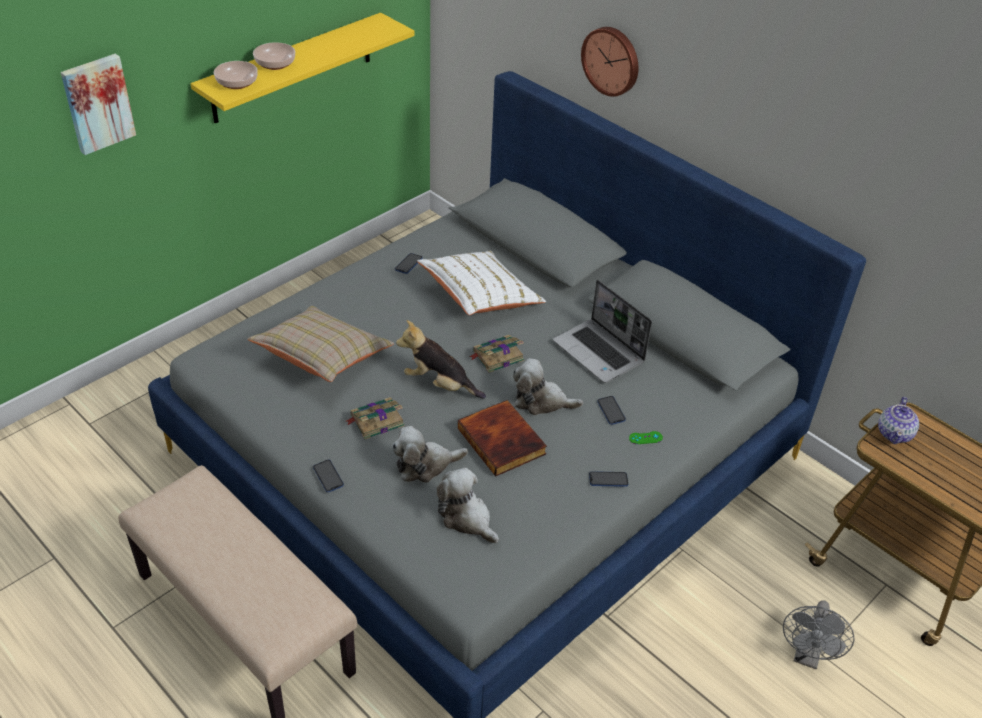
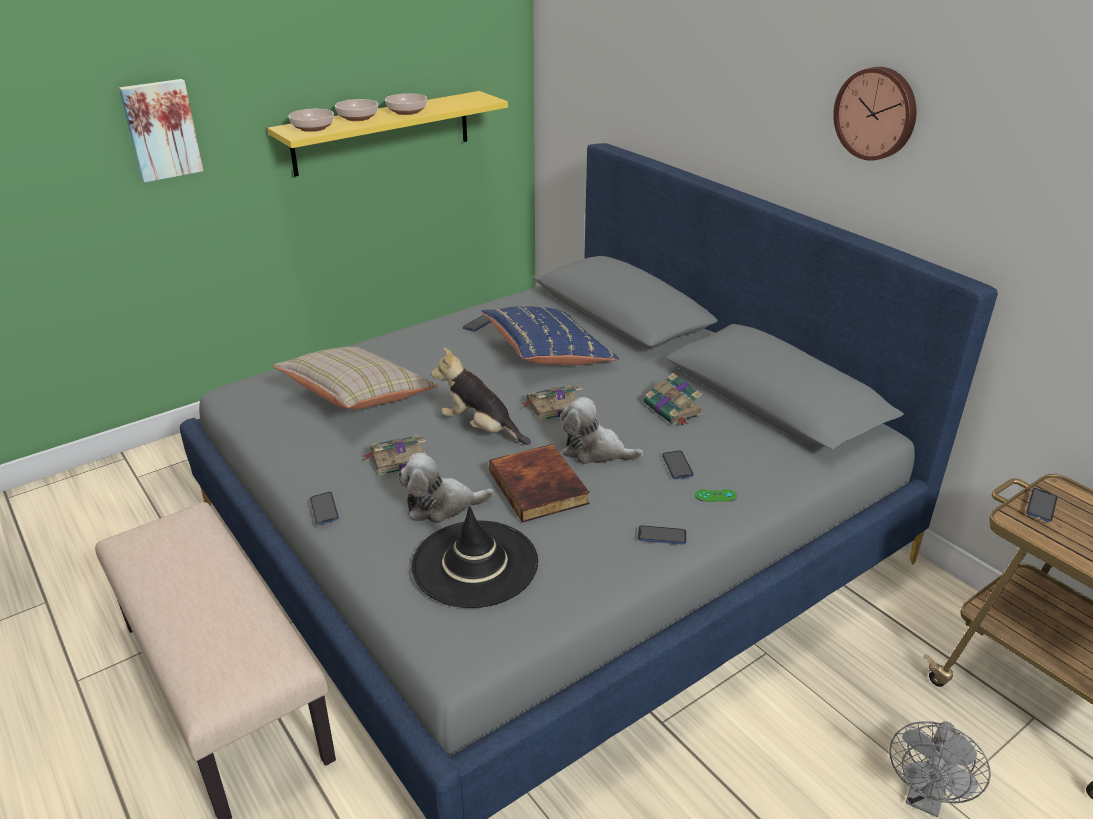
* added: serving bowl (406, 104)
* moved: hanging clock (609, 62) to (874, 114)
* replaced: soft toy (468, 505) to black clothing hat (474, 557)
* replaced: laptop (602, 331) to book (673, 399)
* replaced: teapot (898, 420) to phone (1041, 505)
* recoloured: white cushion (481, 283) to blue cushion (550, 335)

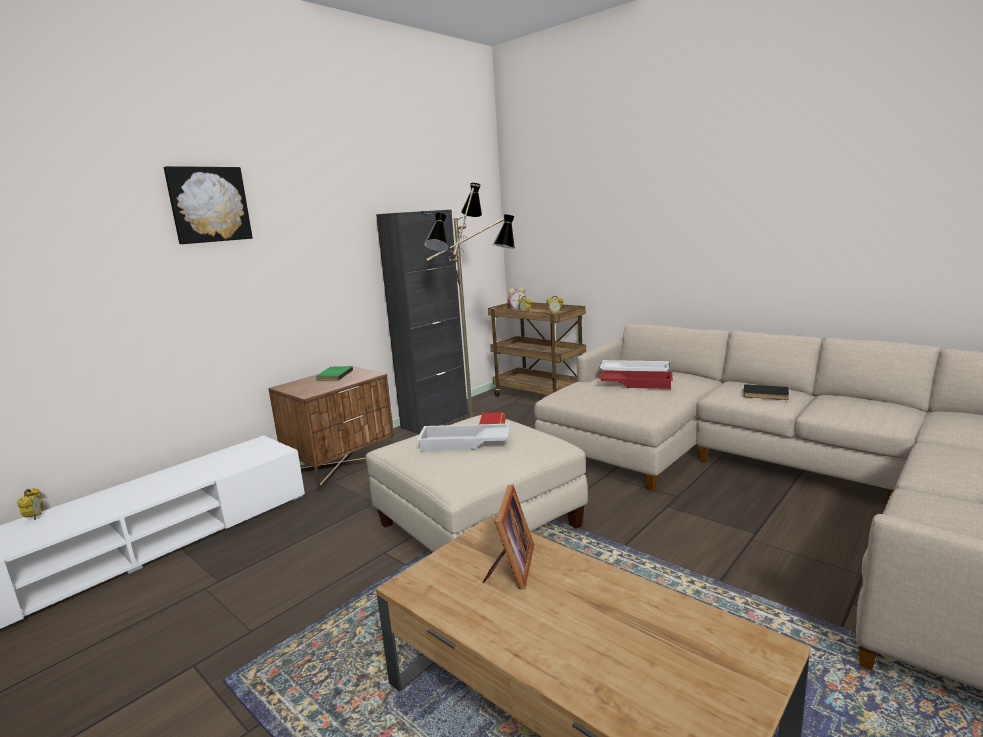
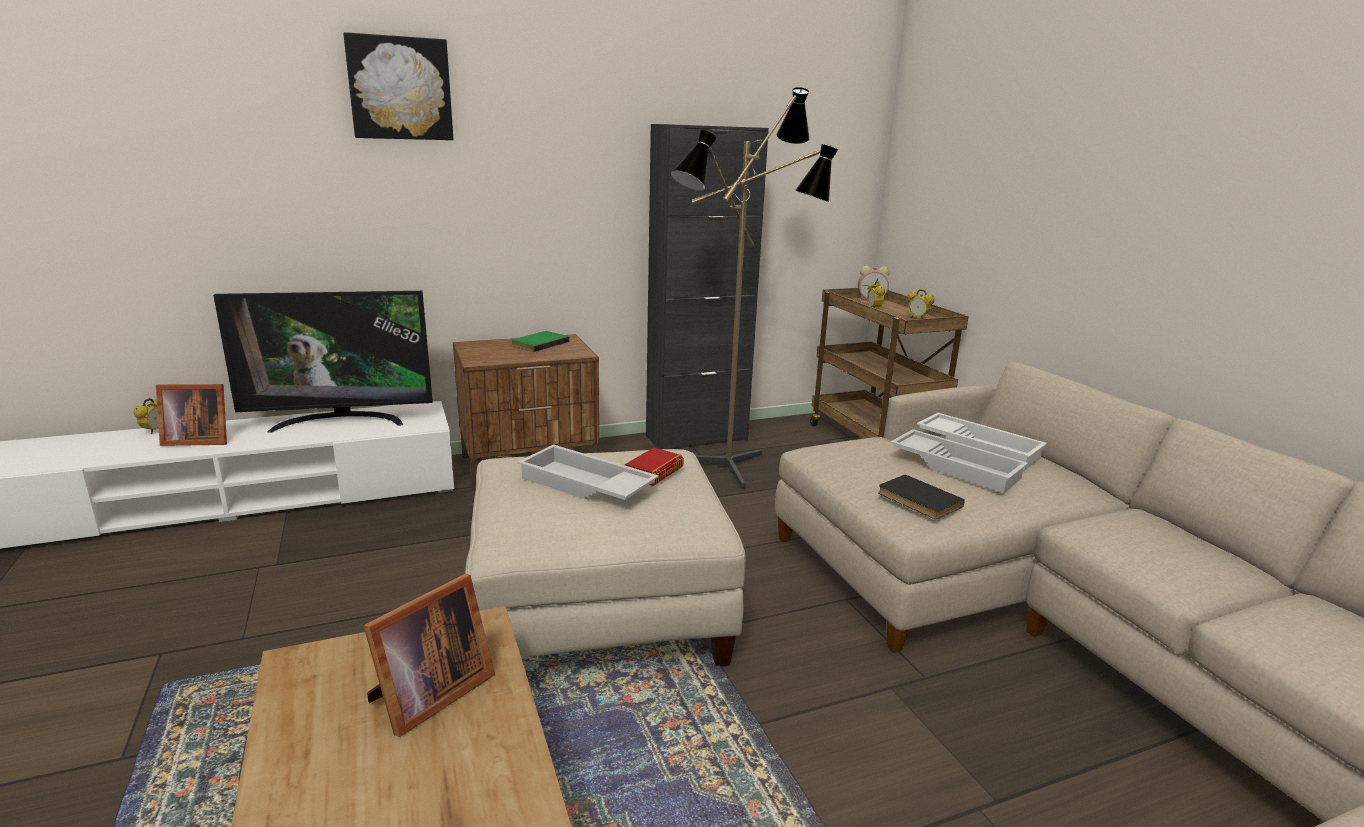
* added: standing frame (191, 415)
* added: television (323, 362)
* moved: black book (766, 392) to (921, 497)
* recoloured: red tray (636, 379) to white tray (959, 461)

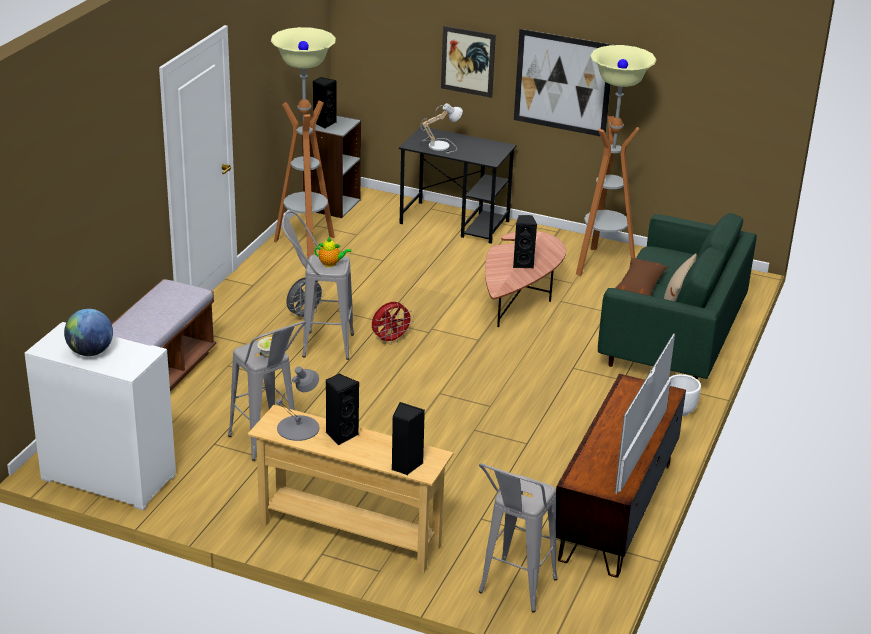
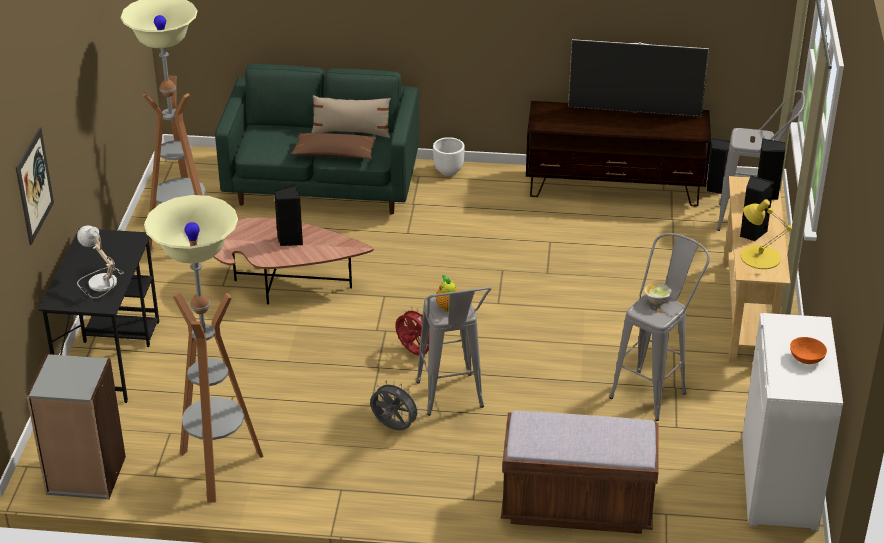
* removed: picture (563, 83)
* moved: black loudspeaker (325, 103) to (718, 166)
* replaced: globe (88, 332) to orange-coloured serving bowl (808, 350)
* recoloured: grey lamp for a table (297, 403) to yellow lamp for a table (766, 234)

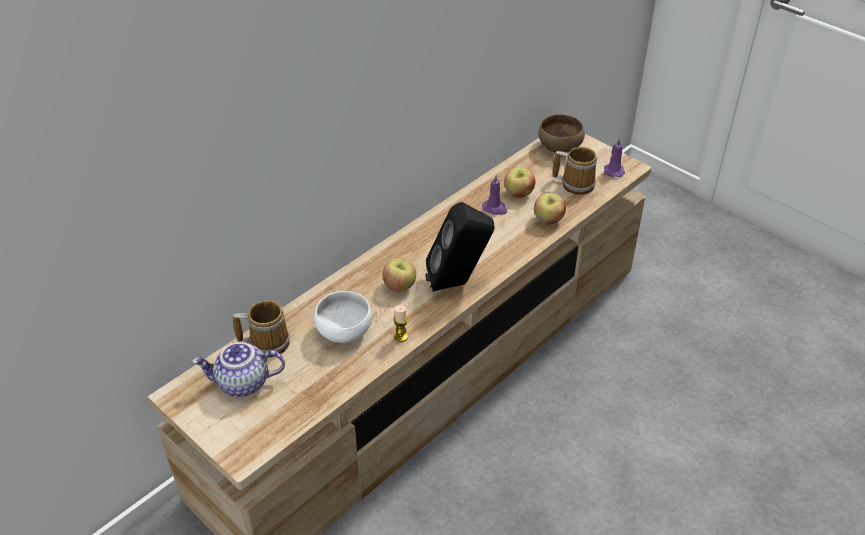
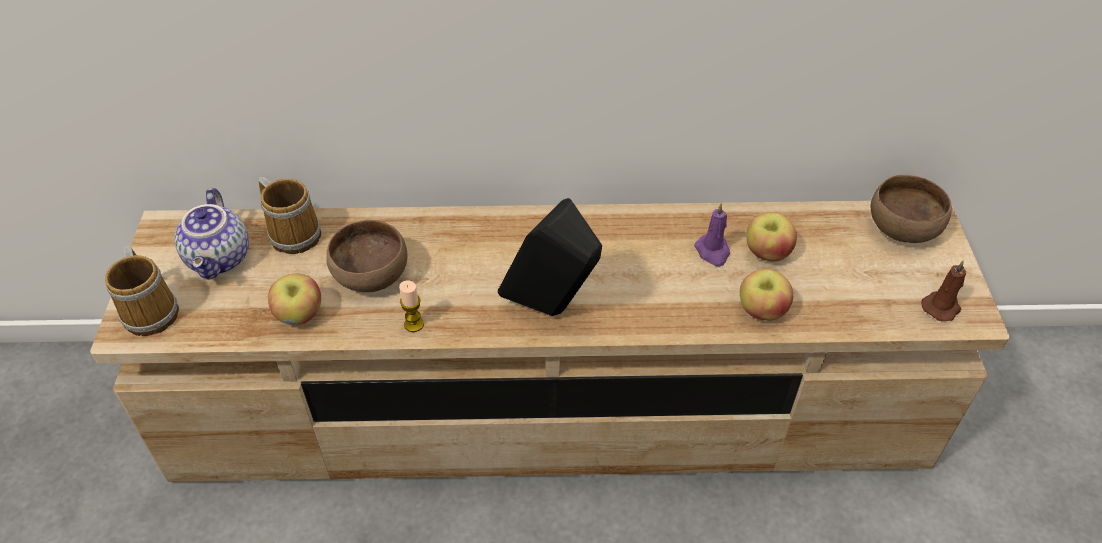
* moved: whole apple (399, 275) to (294, 299)
* moved: mug (575, 171) to (142, 291)
* recoloured: white serving bowl (343, 317) to brownish serving bowl (367, 256)
* recoloured: purplish candle (614, 157) to brownish candle (943, 290)
* turned: teapot (238, 369) = (212, 234) 135 degrees counterclockwise

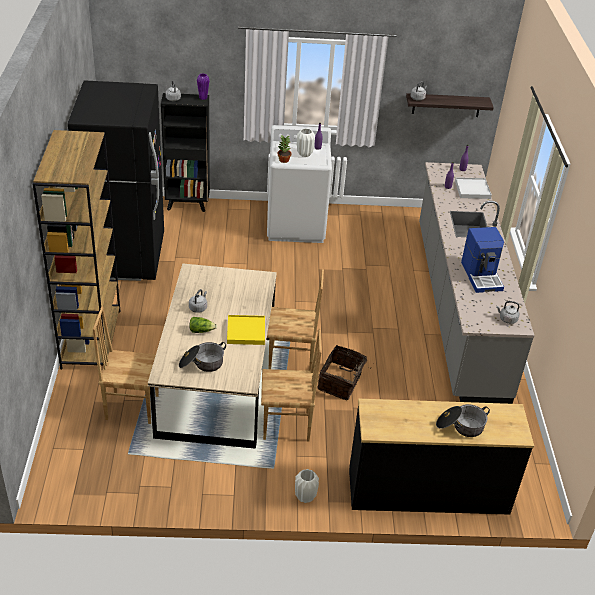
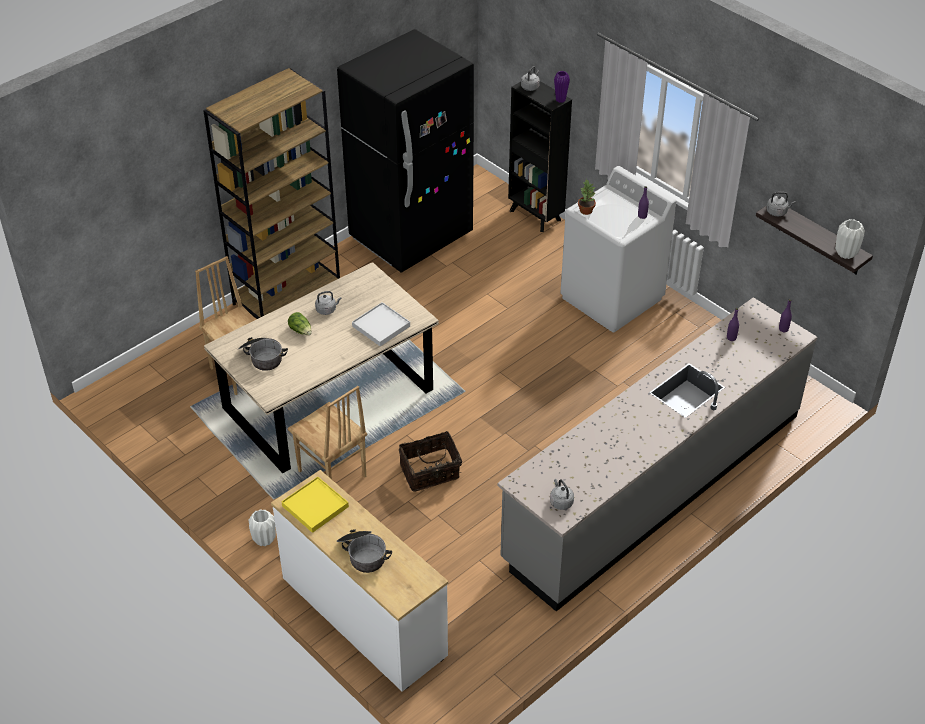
* removed: brownish upright chair (295, 320)
* removed: coffee brewer (482, 260)
* moved: yellow tray (246, 330) to (315, 505)
* moved: white decorative vase (306, 142) to (850, 239)
* moved: white tray (473, 188) to (381, 324)
* recoloured: black chest of drawers (441, 457) to white chest of drawers (359, 581)

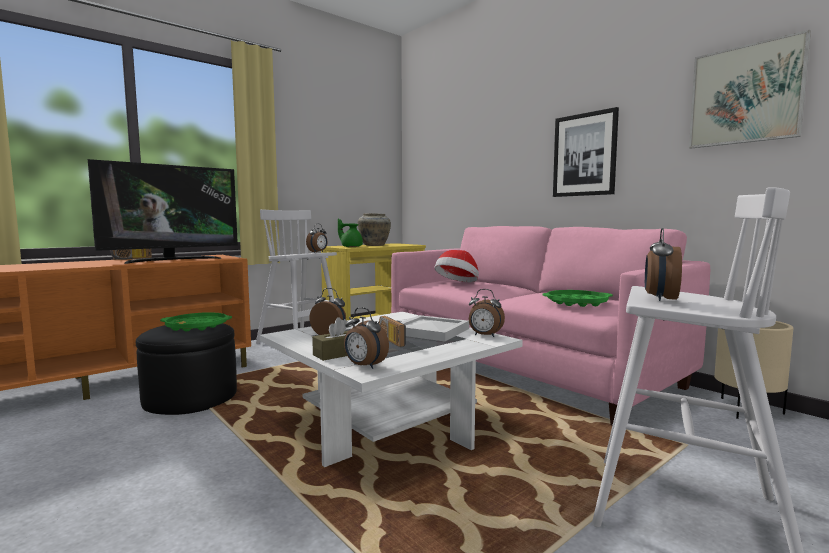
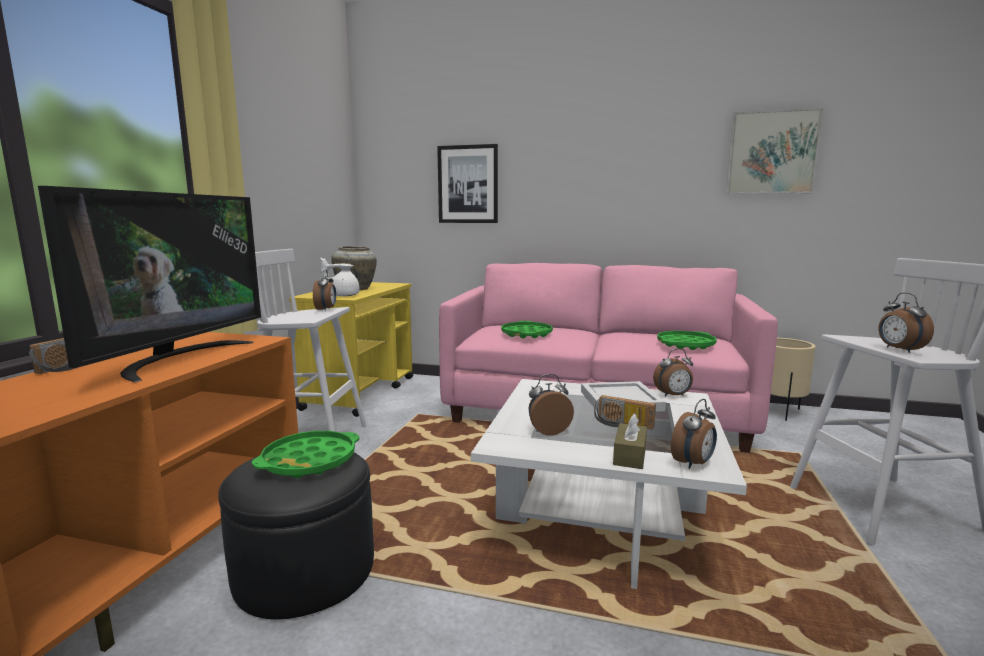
* moved: picture (586, 152) to (467, 183)
* replaced: clothing hat (456, 266) to greenish tray (527, 329)
* recoloured: greenish teapot (350, 233) to white teapot (340, 277)
* turned: bedside clock (366, 338) = (694, 434) 45 degrees counterclockwise

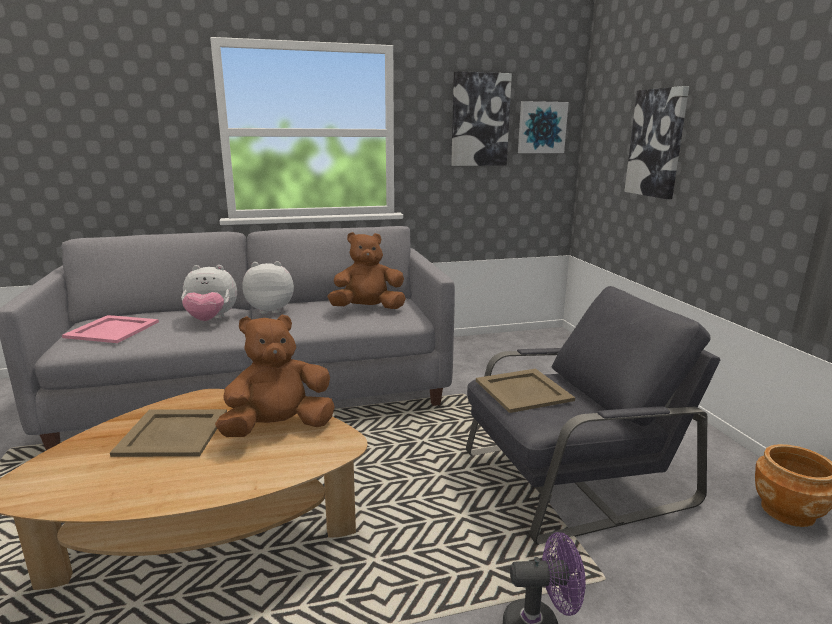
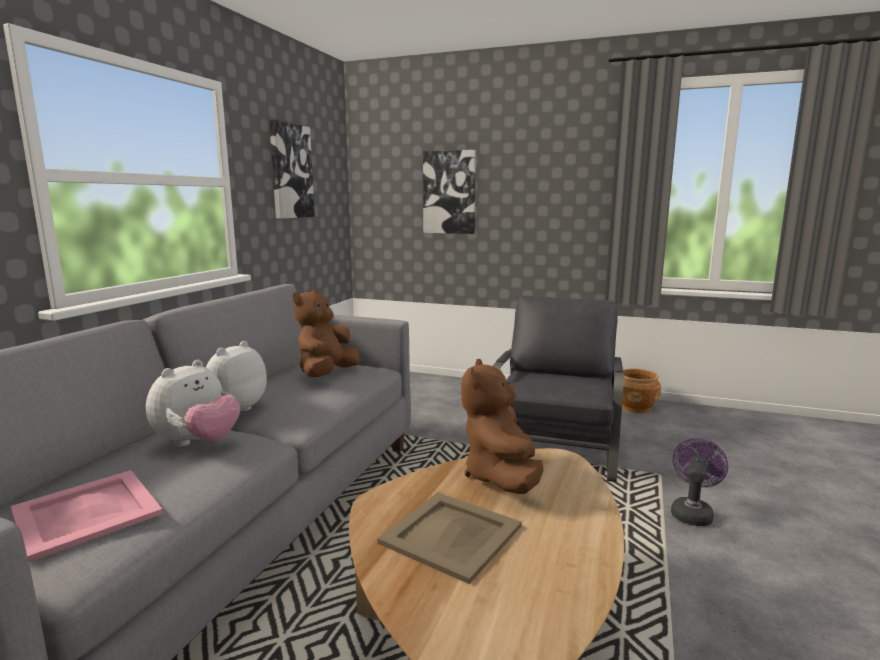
* removed: beige tray (525, 391)
* removed: picture (543, 127)

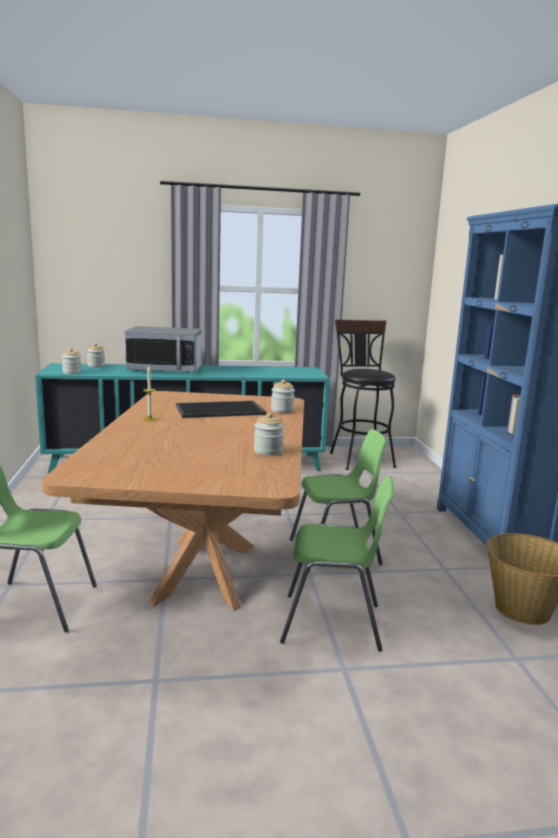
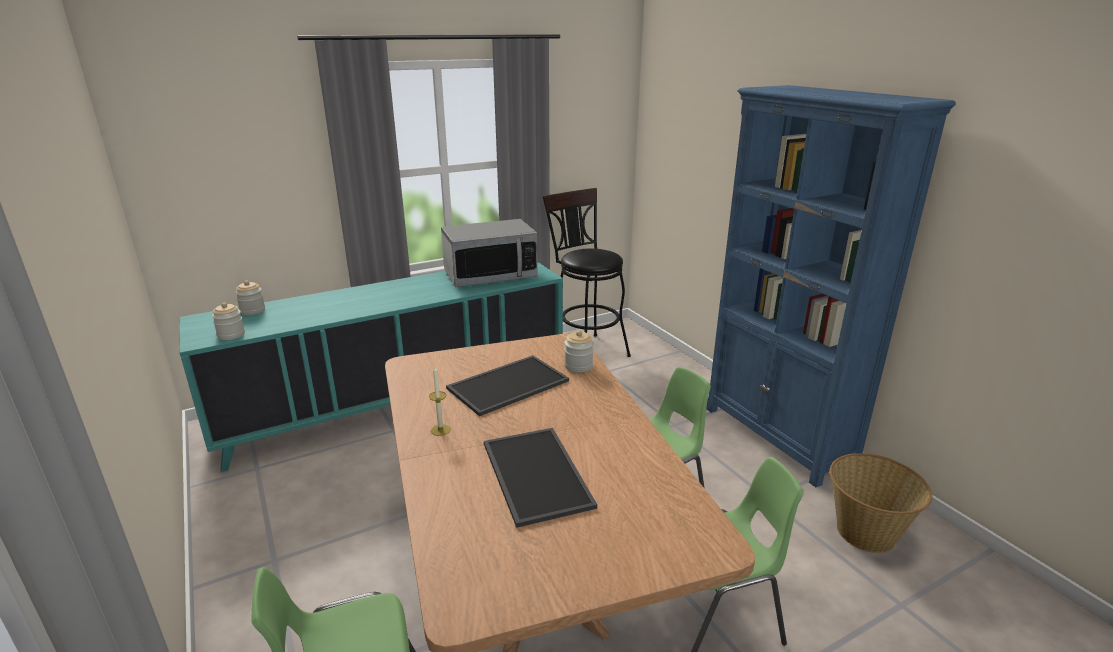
* removed: storage jar (269, 434)
* added: tray (540, 478)
* moved: kitchen microwave (163, 349) to (489, 253)

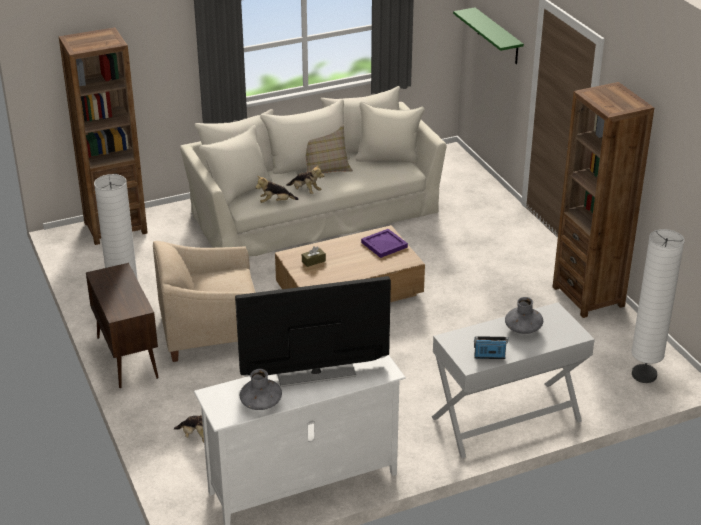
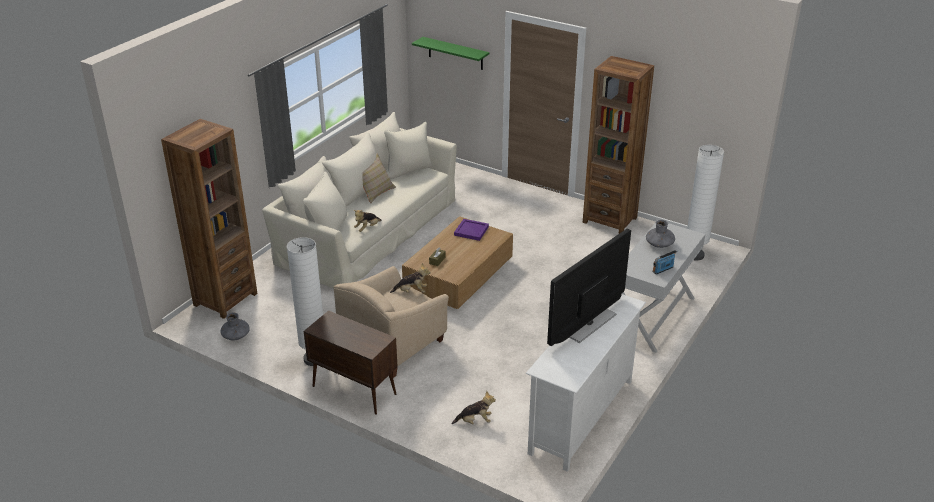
* moved: grey decorative vase (261, 389) to (235, 327)
* moved: soft toy (305, 179) to (410, 278)

